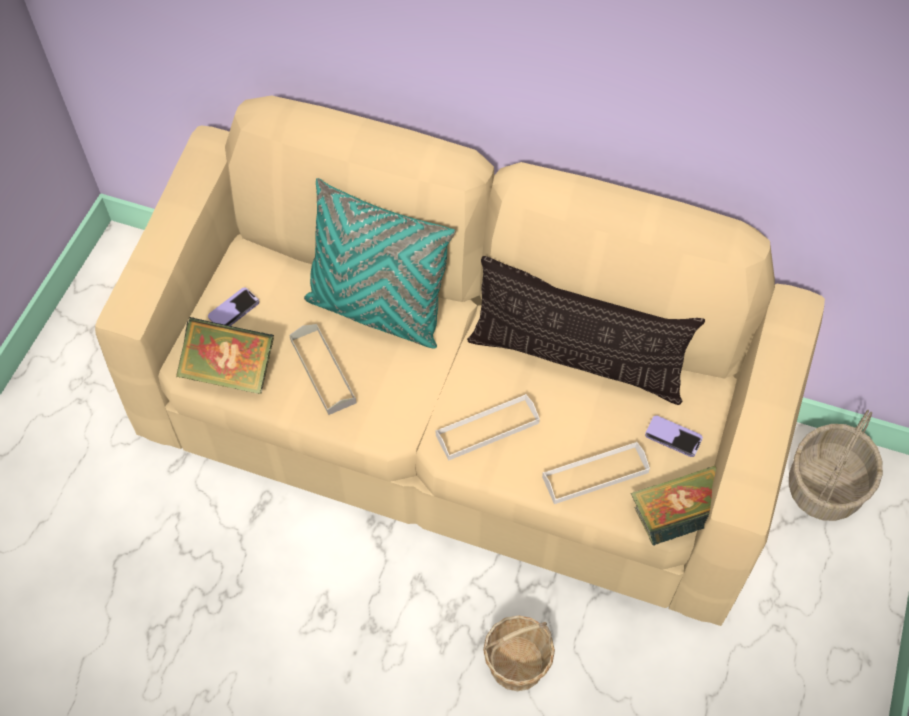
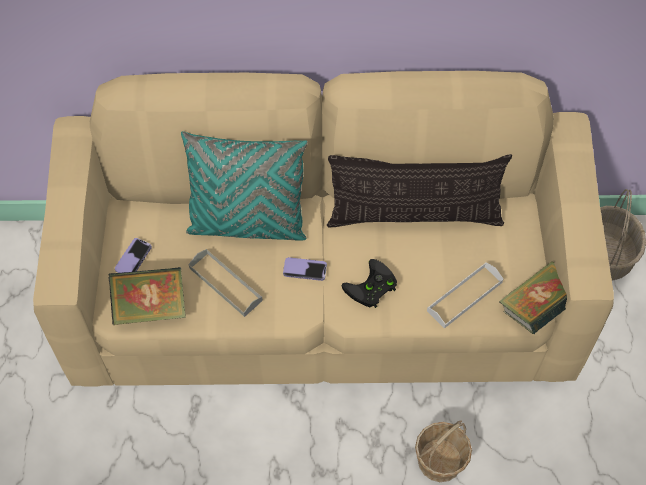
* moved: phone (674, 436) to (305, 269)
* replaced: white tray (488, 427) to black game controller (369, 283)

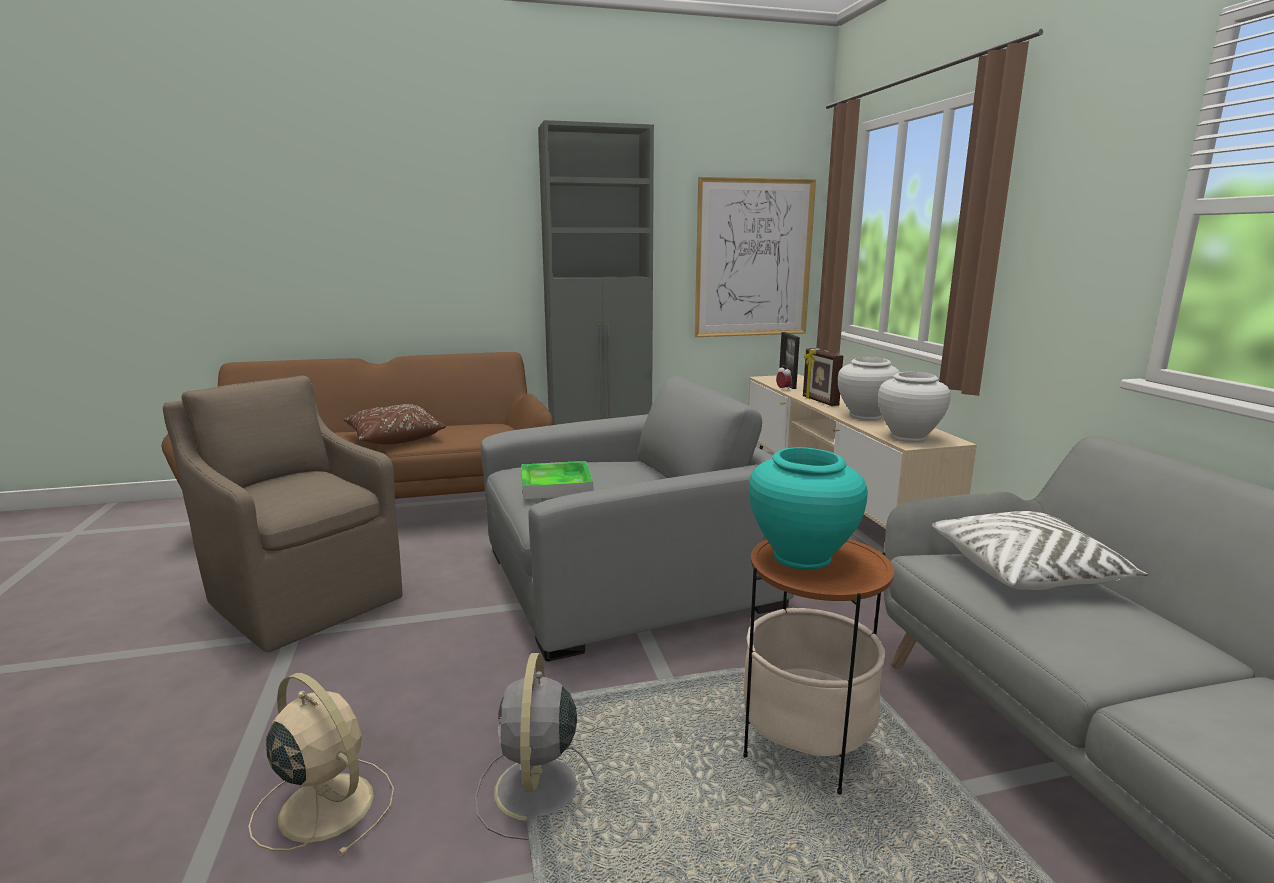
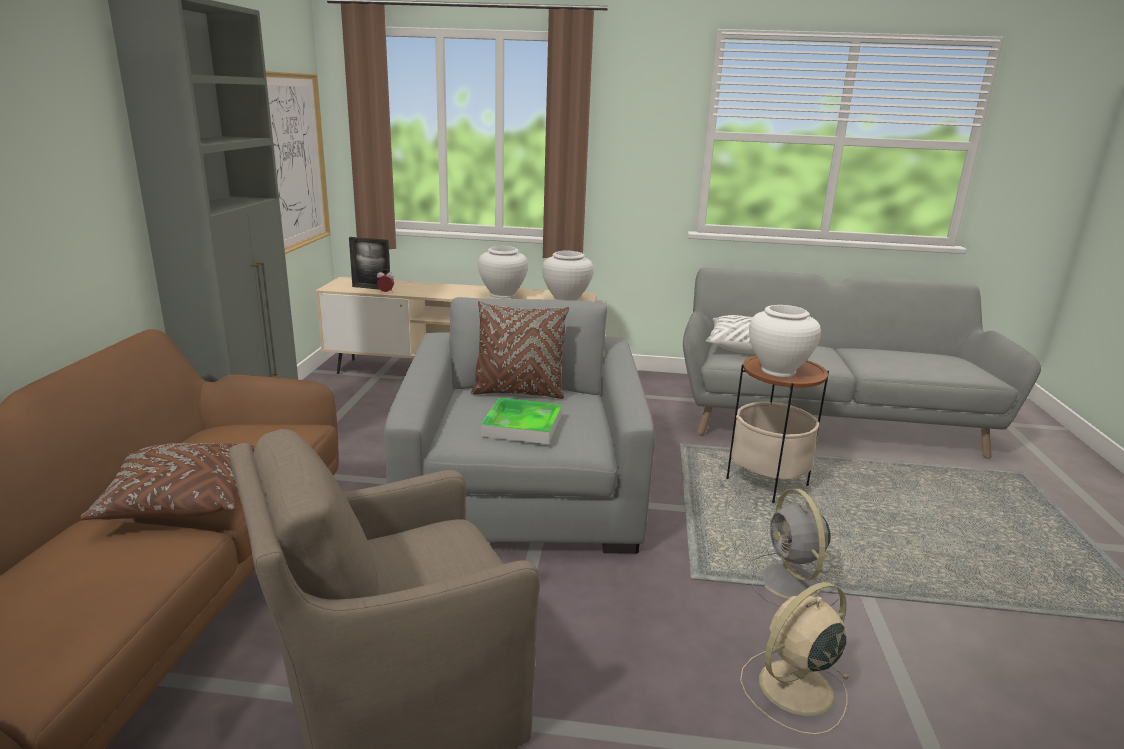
* removed: standing frame (823, 377)
* added: brownish cushion (520, 350)
* recoloured: turquoise decorative vase (808, 508) to white decorative vase (785, 341)
* turned: grey electric fan (536, 746) = (792, 547) 60 degrees clockwise

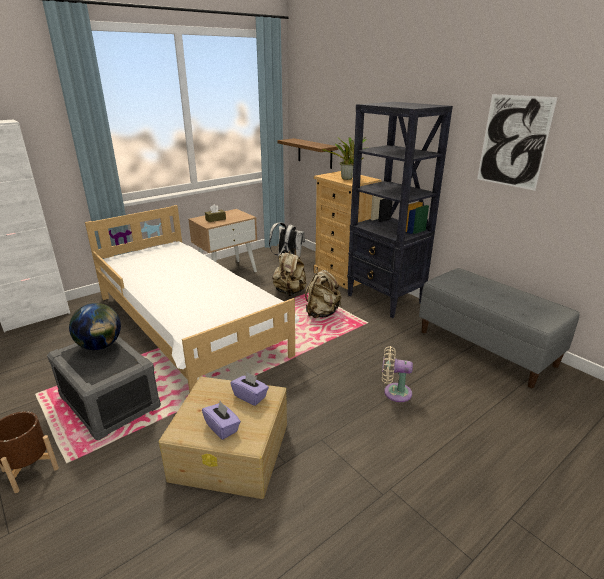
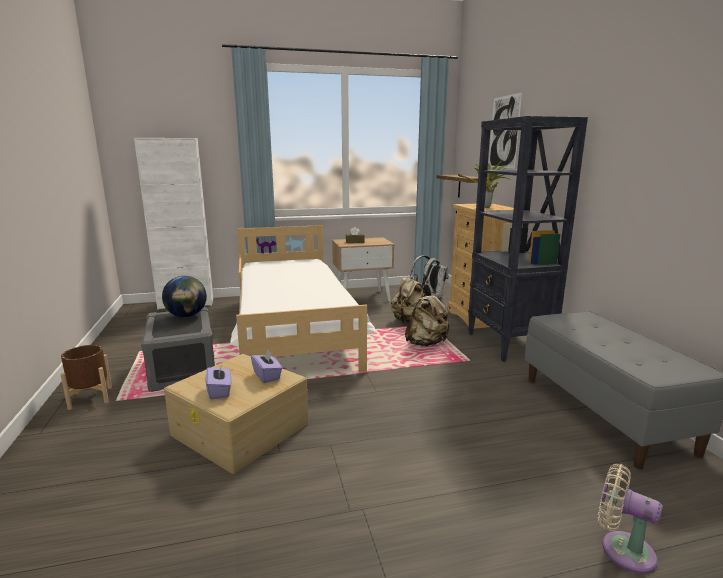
* moved: beige electric fan (397, 374) to (630, 519)
* moved: picture (517, 142) to (505, 130)

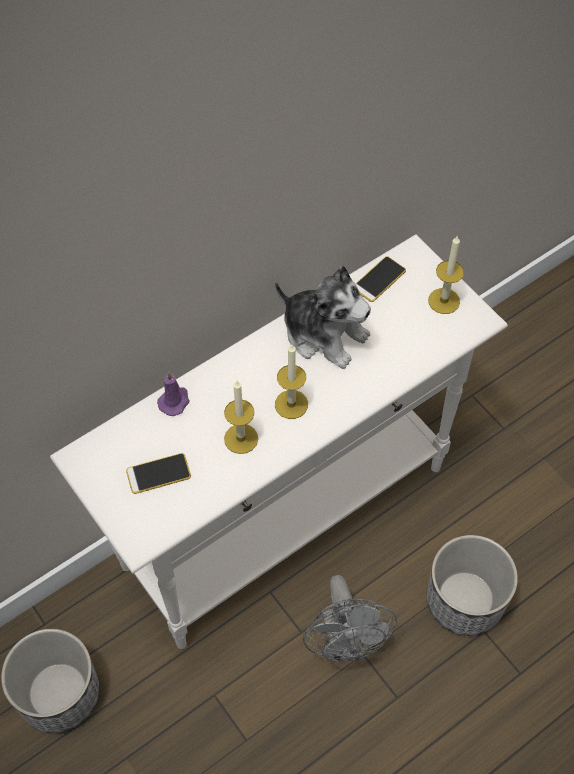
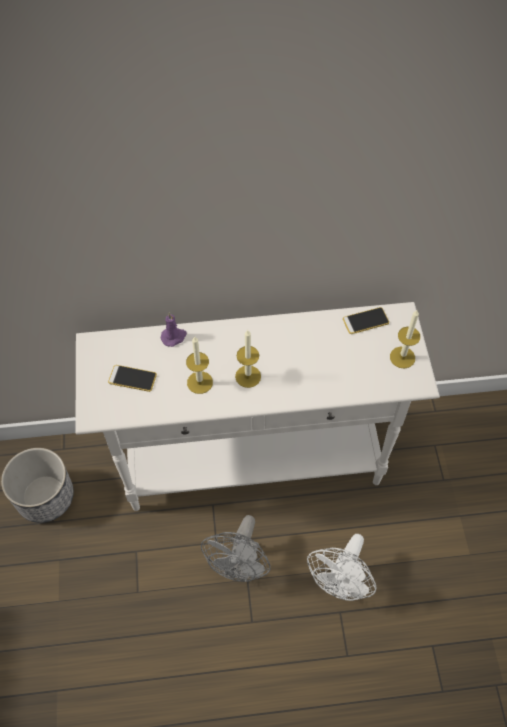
* removed: soft toy (323, 317)
* replaced: flower pot (472, 585) to white electric fan (341, 567)

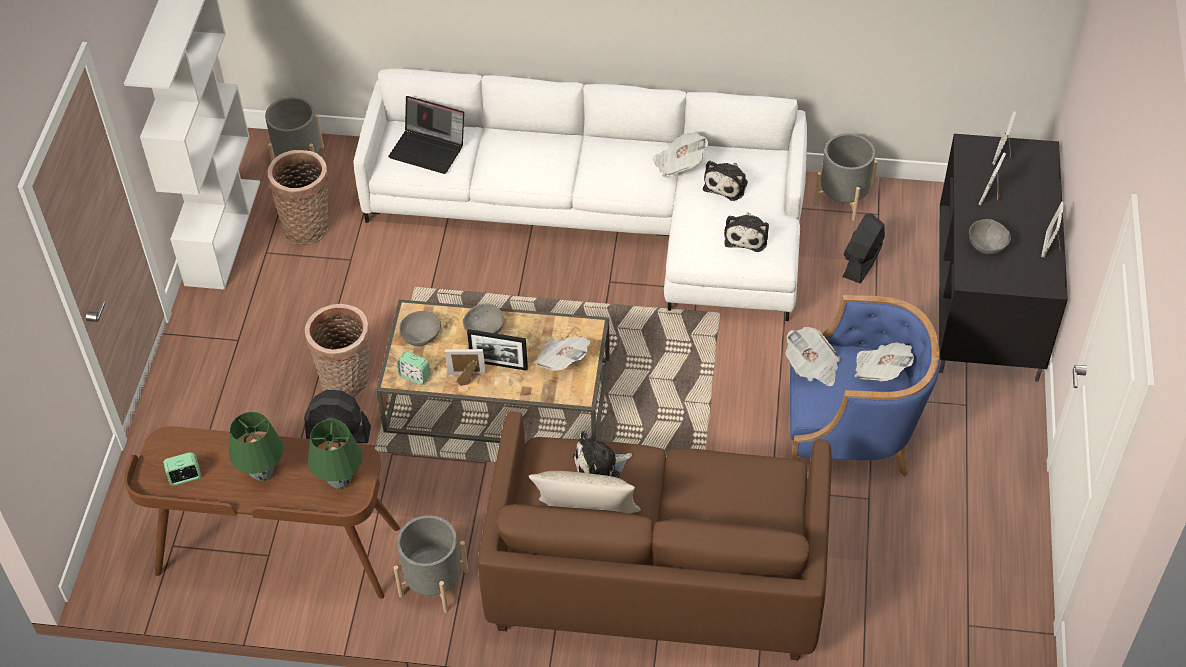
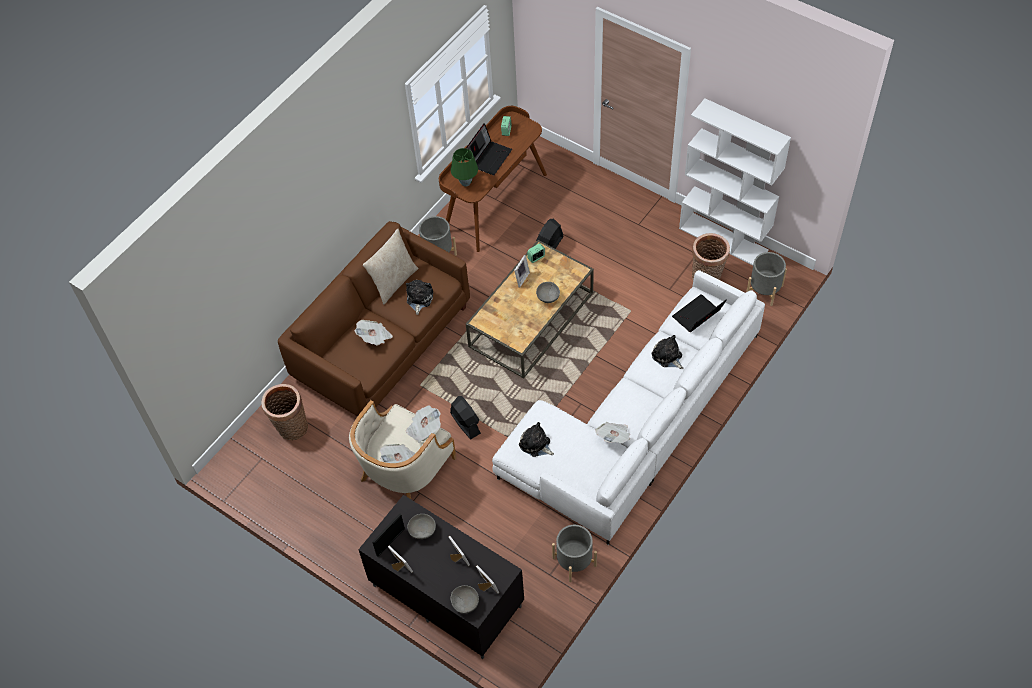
* moved: basket (337, 350) to (284, 412)
* moved: grey serving bowl (420, 328) to (464, 599)
* moved: standing frame (497, 350) to (388, 534)
* moved: printed paper (562, 353) to (373, 333)
* moved: soft toy (725, 181) to (667, 352)
* moved: black electric fan (864, 248) to (465, 417)
* replaced: greenish lamp for a table (256, 446) to laptop (489, 149)
* recoloured: blue easy chair (865, 385) to beige easy chair (402, 449)

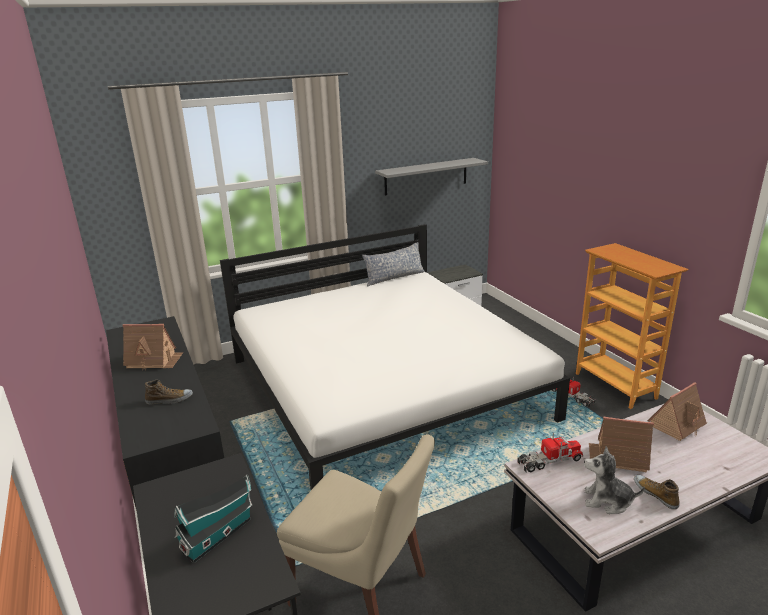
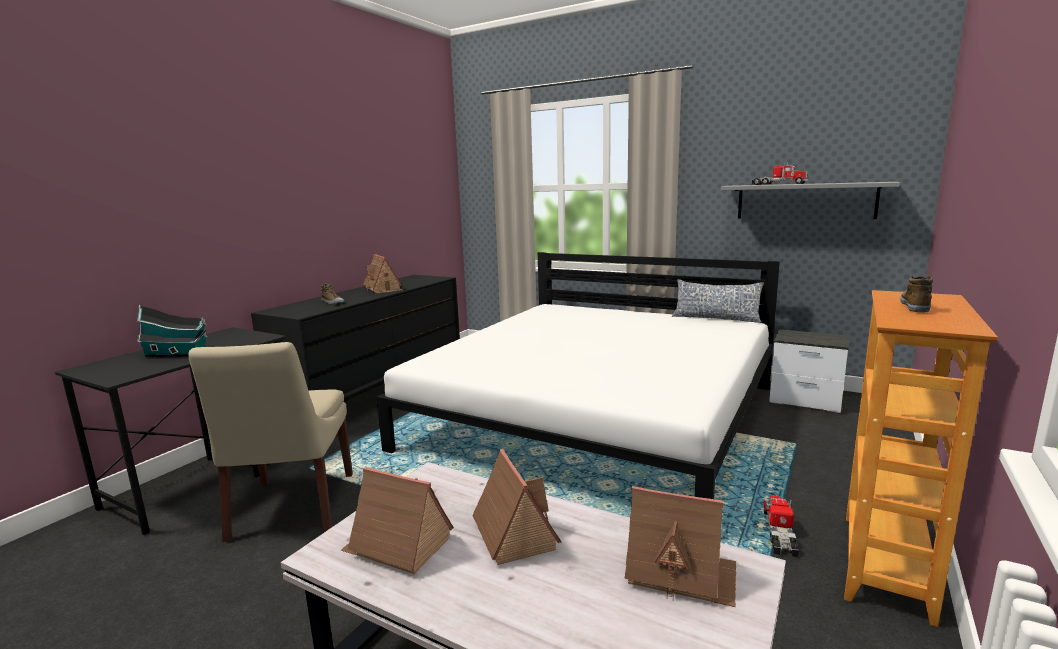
* moved: toy truck (550, 452) to (780, 173)
* moved: shoe (656, 492) to (916, 294)
* replaced: soft toy (614, 480) to miniature house (397, 521)

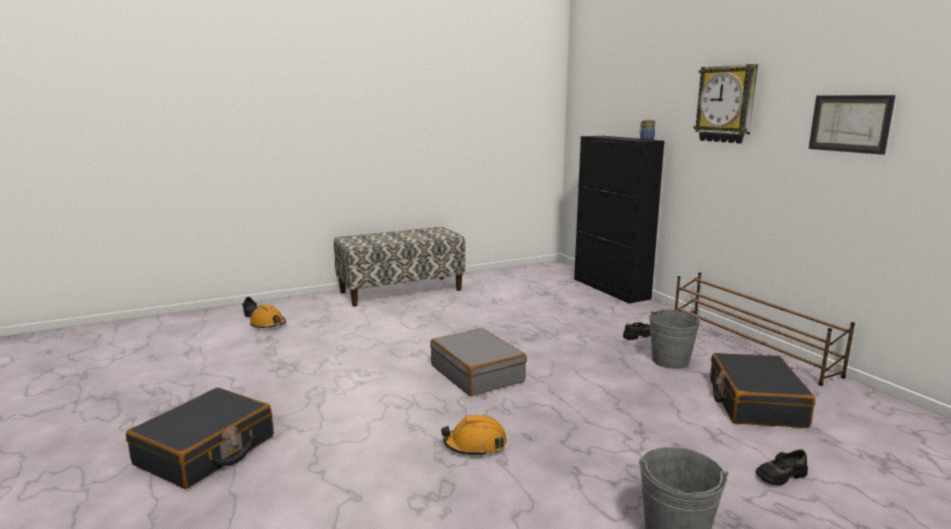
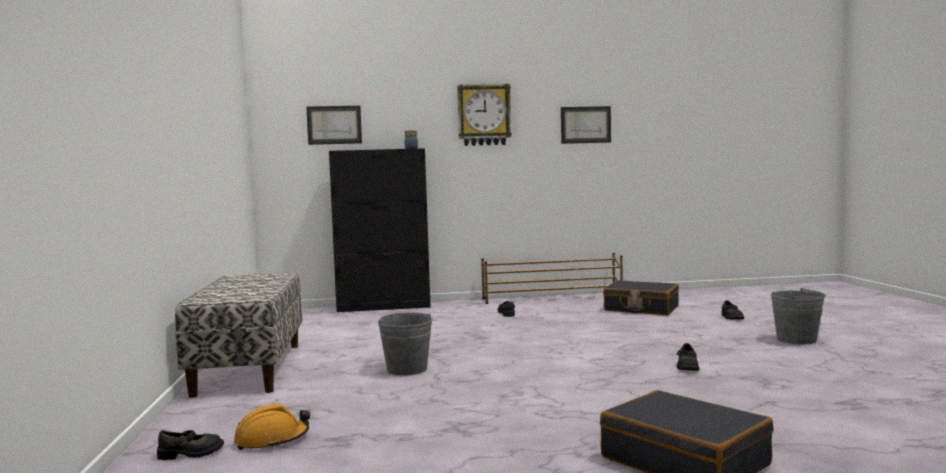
* removed: grey travel case (478, 362)
* added: picture (334, 125)
* moved: grey bucket (674, 339) to (405, 344)
* replaced: orange-coloured hard hat (474, 436) to black shoe (688, 357)

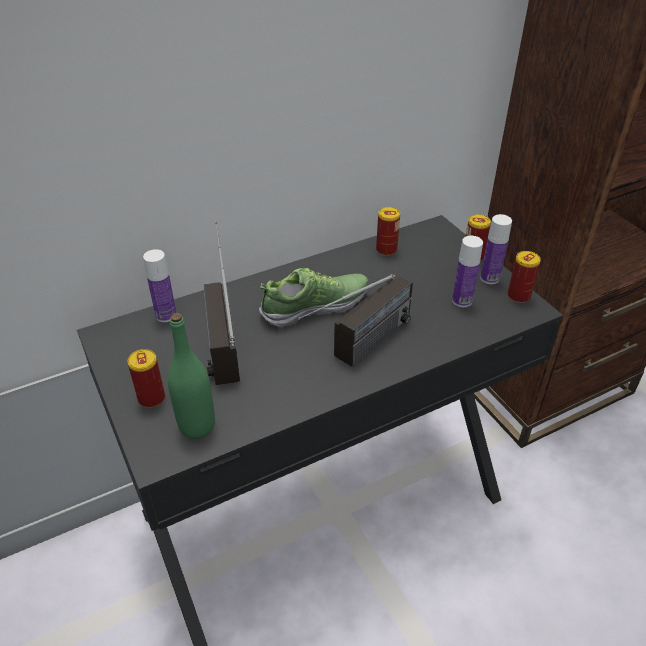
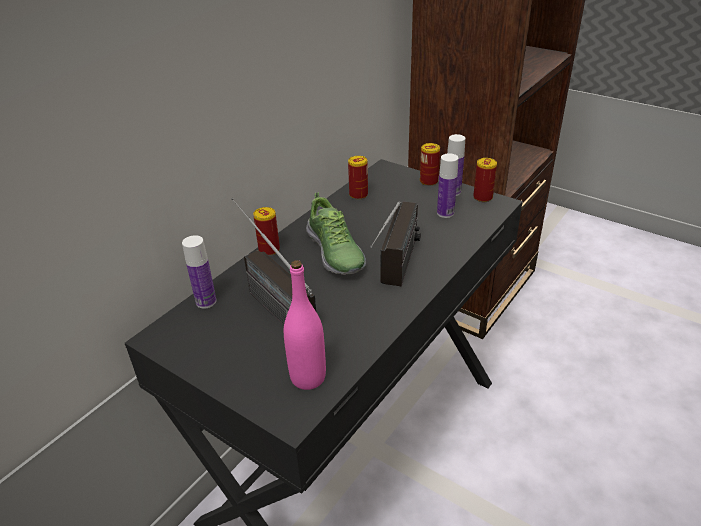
* moved: can (146, 378) to (266, 231)
* recoloured: greenish bottle (191, 376) to pink bottle (305, 325)
* turned: shoe (314, 298) = (336, 233) 120 degrees clockwise

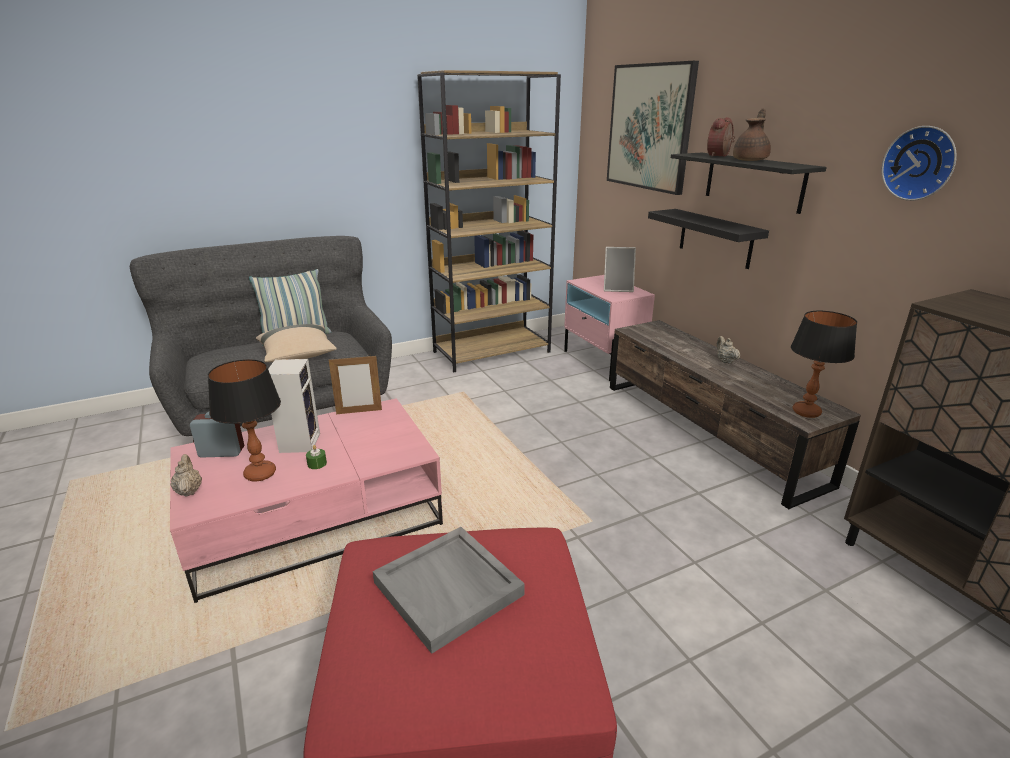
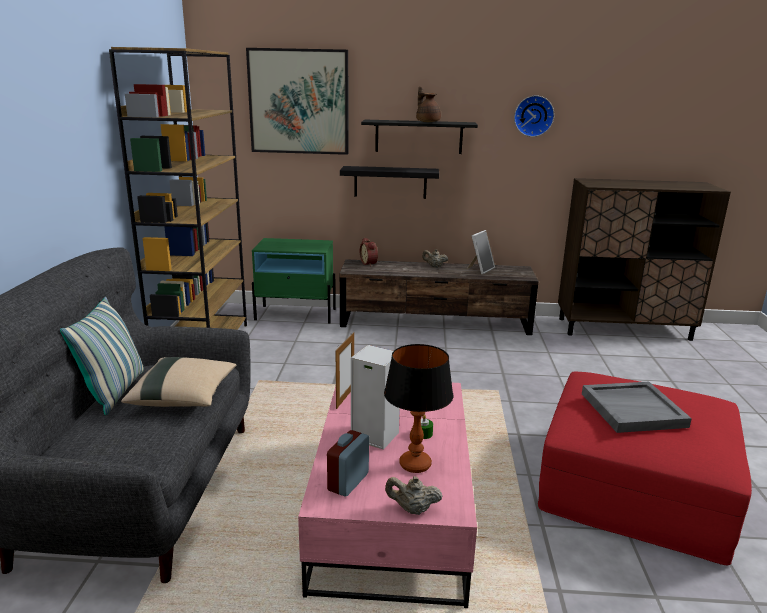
* removed: lamp for a table (824, 364)
* moved: standing frame (620, 269) to (481, 252)
* moved: bedside clock (721, 137) to (369, 252)
* recoloured: pink night table (609, 328) to greenish night table (294, 280)

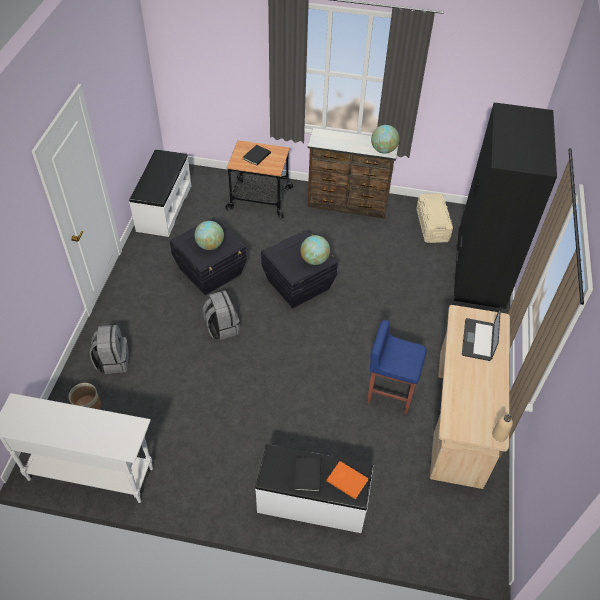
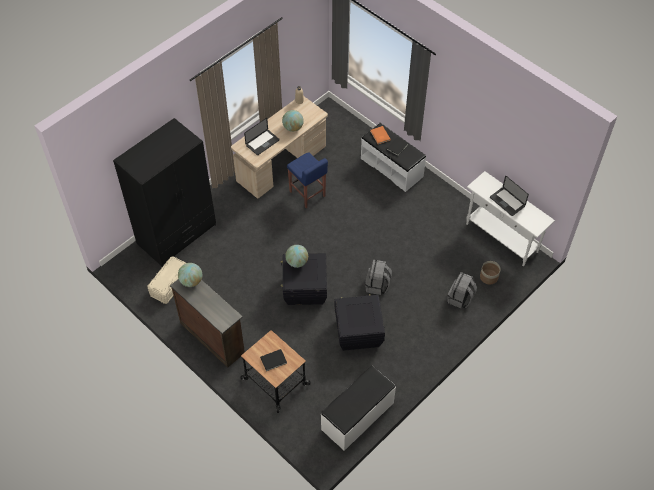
* added: laptop (509, 196)
* moved: globe (209, 235) to (293, 121)

